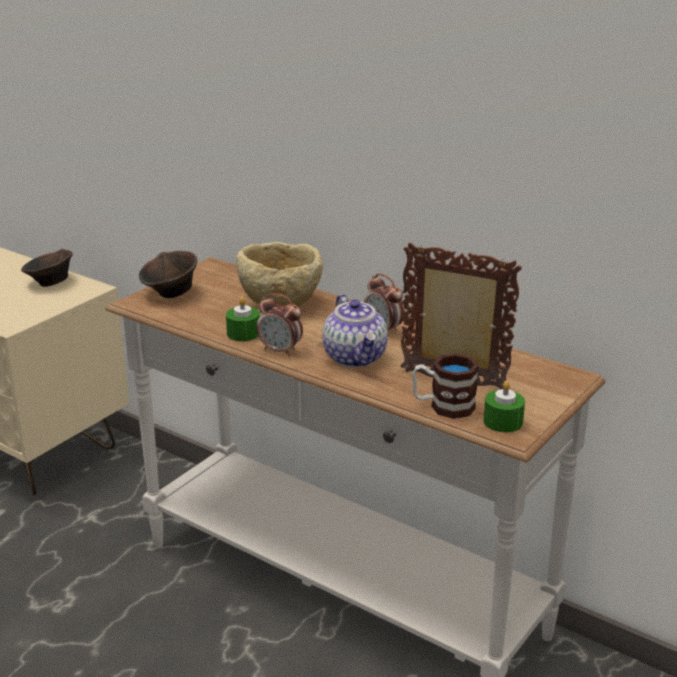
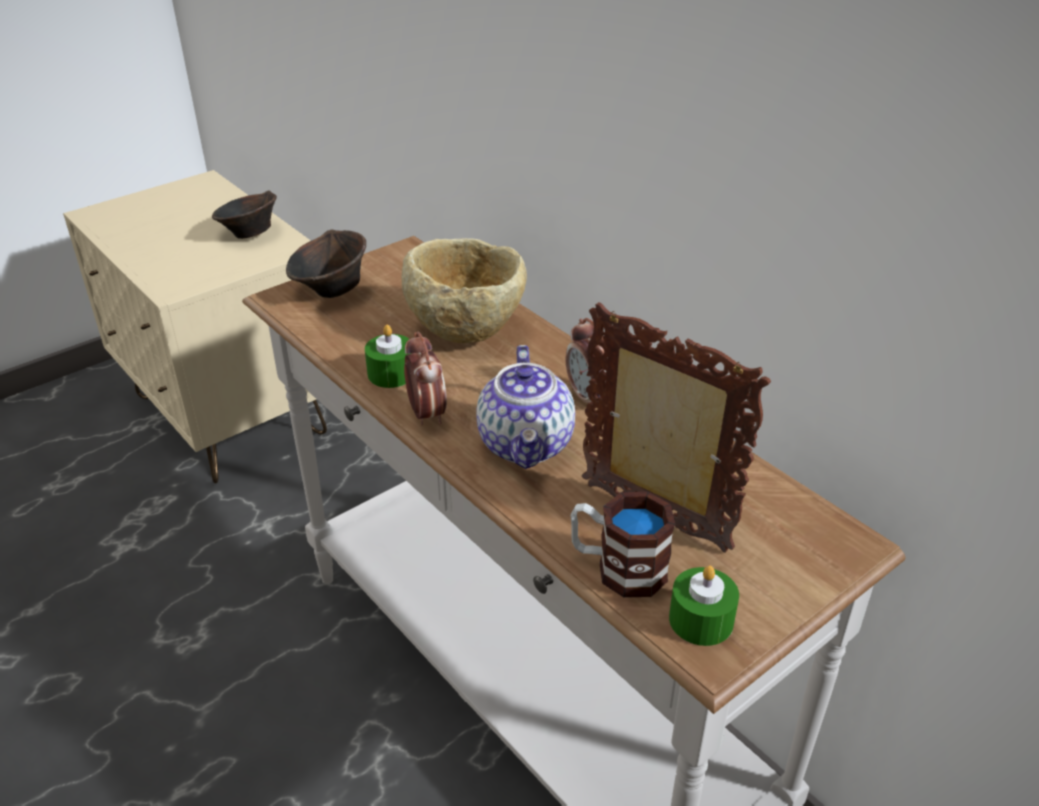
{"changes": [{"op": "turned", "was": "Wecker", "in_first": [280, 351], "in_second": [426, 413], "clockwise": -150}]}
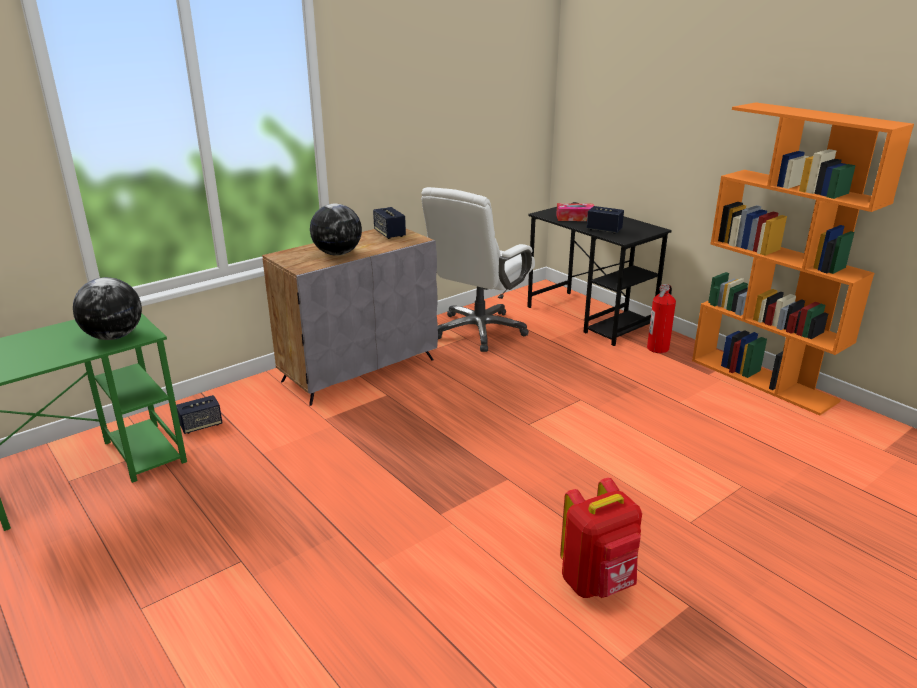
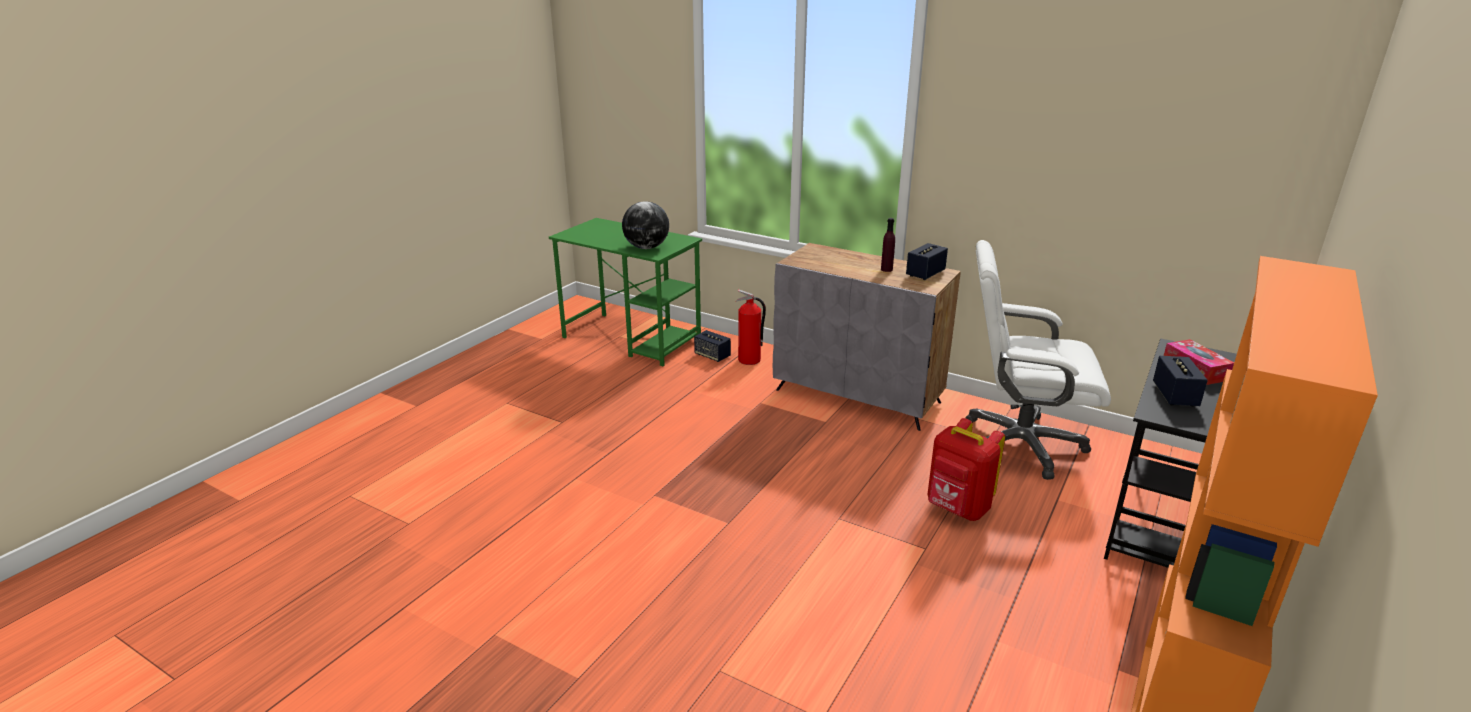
{"changes": [{"op": "removed", "was": "Globus", "in_first": [337, 254]}, {"op": "moved", "was": "Rucksack [rot]", "in_first": [598, 582], "in_second": [957, 509]}, {"op": "moved", "was": "Feuerlöscher", "in_first": [658, 348], "in_second": [749, 360]}, {"op": "added", "now": "Flasche [lila]", "in_second": [886, 269]}]}
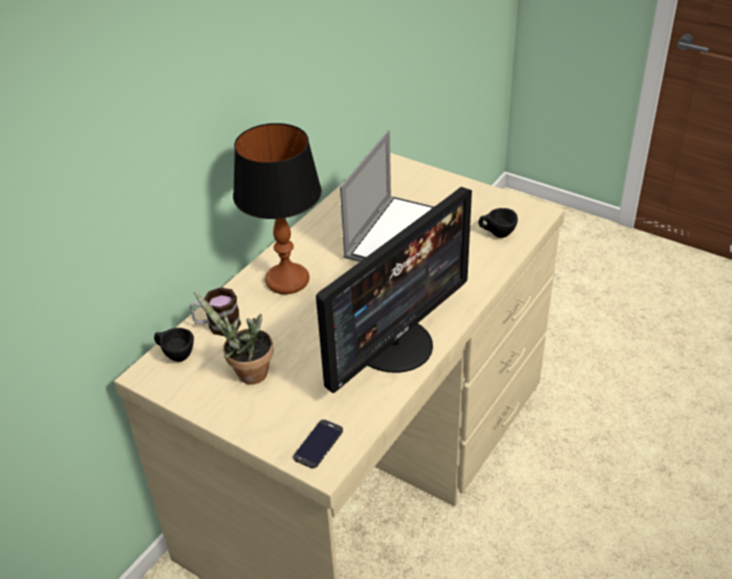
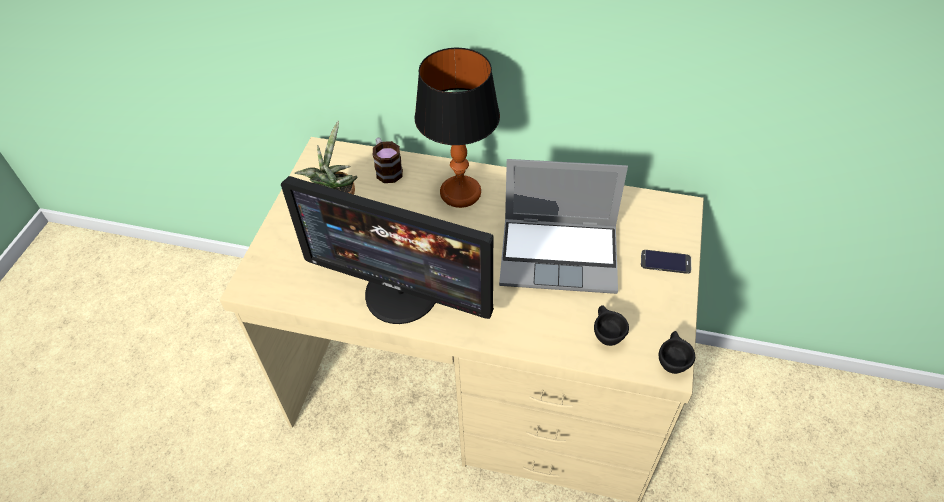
{"changes": [{"op": "moved", "was": "Tasse [schwarz]", "in_first": [175, 356], "in_second": [671, 362]}, {"op": "moved", "was": "Handy", "in_first": [318, 444], "in_second": [665, 262]}]}
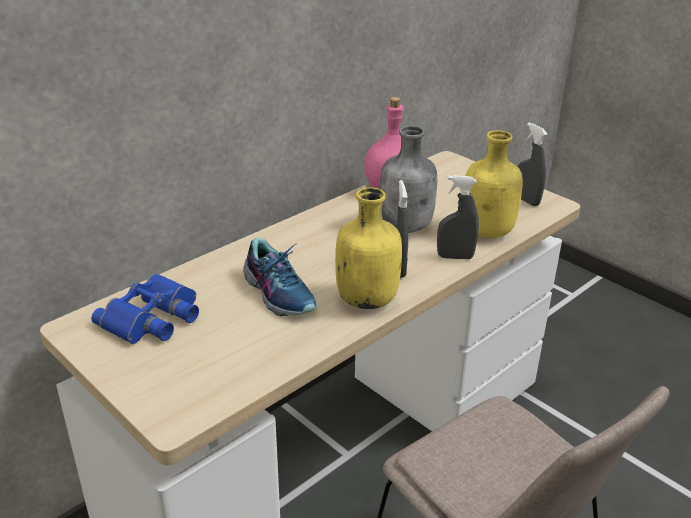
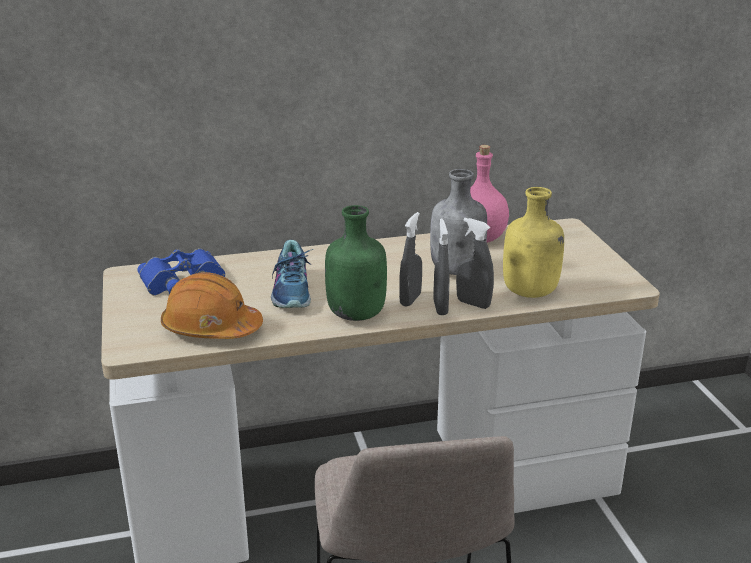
{"changes": [{"op": "recoloured", "was": "Flasche [gelb]", "now": "Flasche [grün]", "in_first": [367, 299], "in_second": [357, 314]}, {"op": "moved", "was": "Sprühflasche [grau]", "in_first": [526, 200], "in_second": [440, 308]}, {"op": "added", "now": "Schutzhelm [orange]", "in_second": [211, 328]}]}
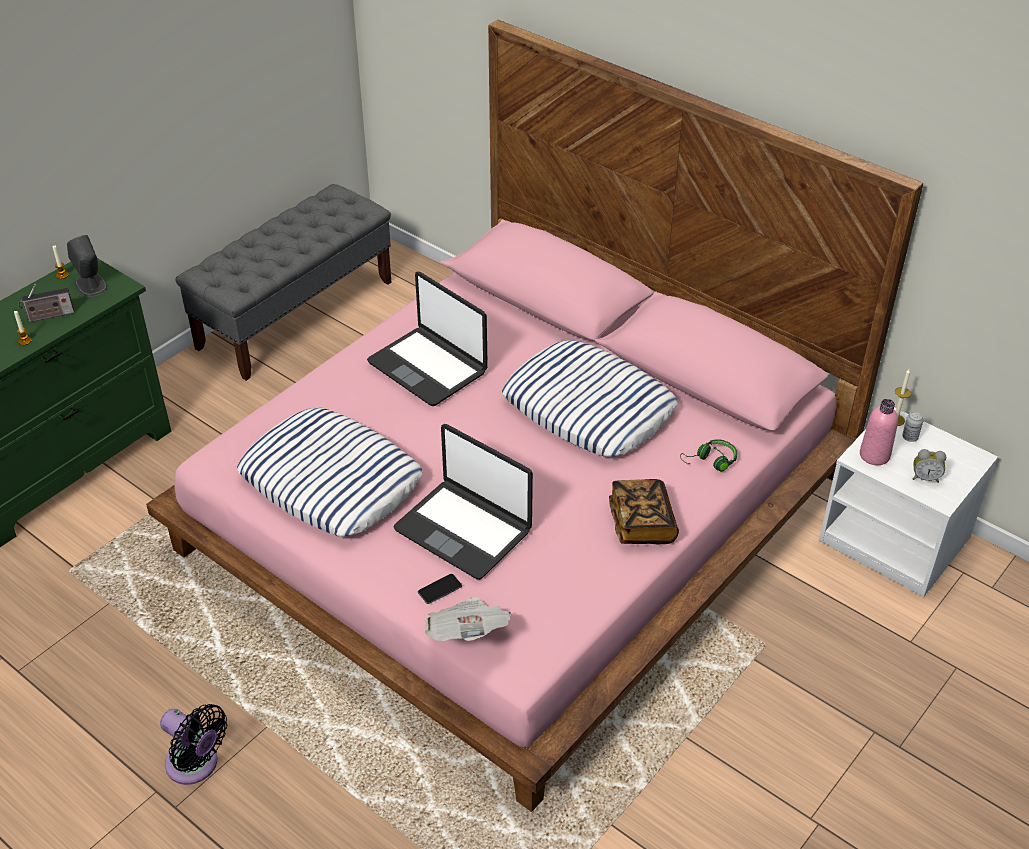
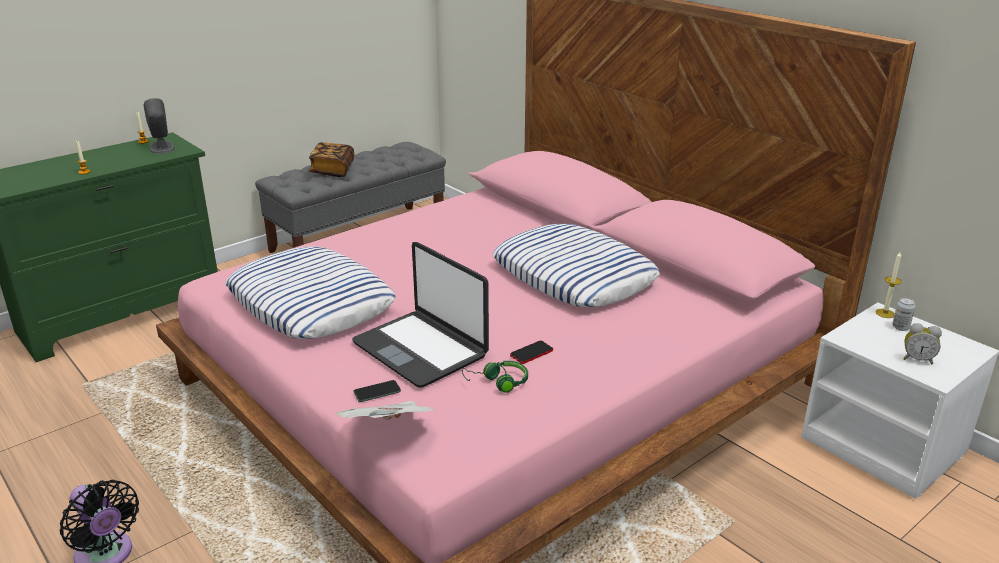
{"changes": [{"op": "removed", "was": "Radio", "in_first": [49, 316]}, {"op": "removed", "was": "Laptop", "in_first": [428, 367]}, {"op": "moved", "was": "Buch", "in_first": [641, 524], "in_second": [332, 170]}, {"op": "moved", "was": "Kopfhörer [grün]", "in_first": [711, 461], "in_second": [498, 382]}, {"op": "removed", "was": "Flasche [rosa]", "in_first": [874, 455]}, {"op": "added", "now": "Handy", "in_second": [531, 353]}]}
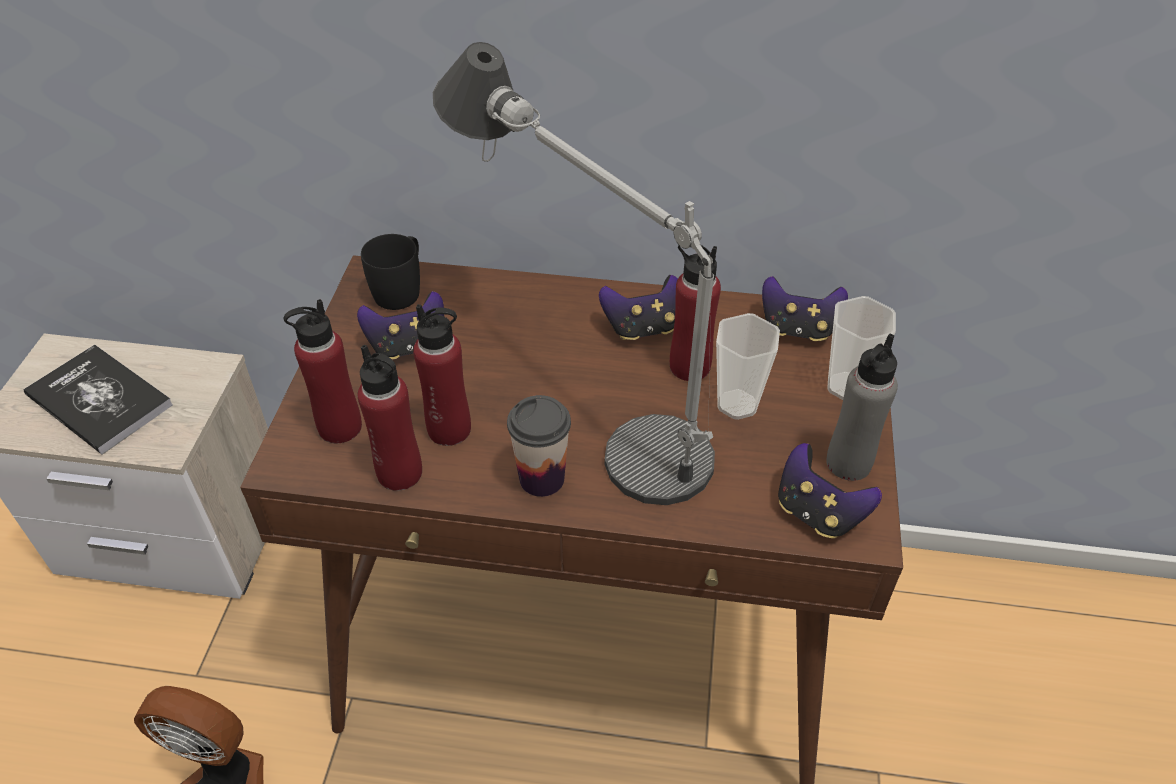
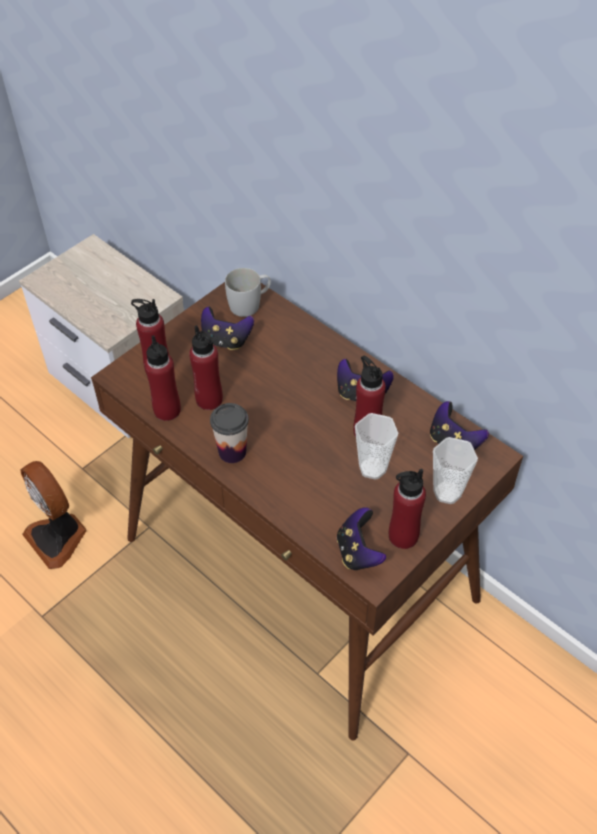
{"changes": [{"op": "removed", "was": "Buch", "in_first": [99, 400]}, {"op": "recoloured", "was": "Henkelbecher [schwarz]", "now": "Henkelbecher [weiß]", "in_first": [402, 289], "in_second": [250, 304]}, {"op": "removed", "was": "Tischlampe", "in_first": [586, 395]}, {"op": "recoloured", "was": "Flasche [grau]", "now": "Flasche [rot]", "in_first": [848, 463], "in_second": [403, 536]}]}
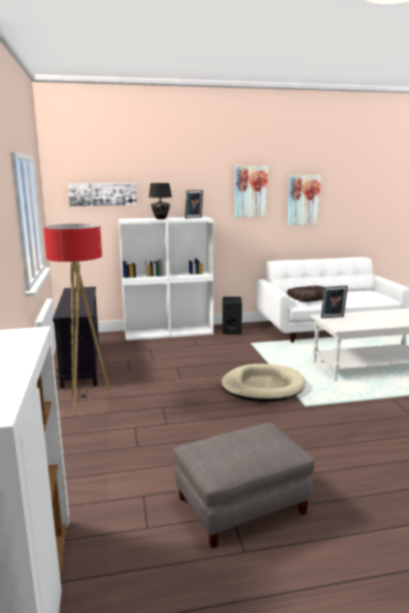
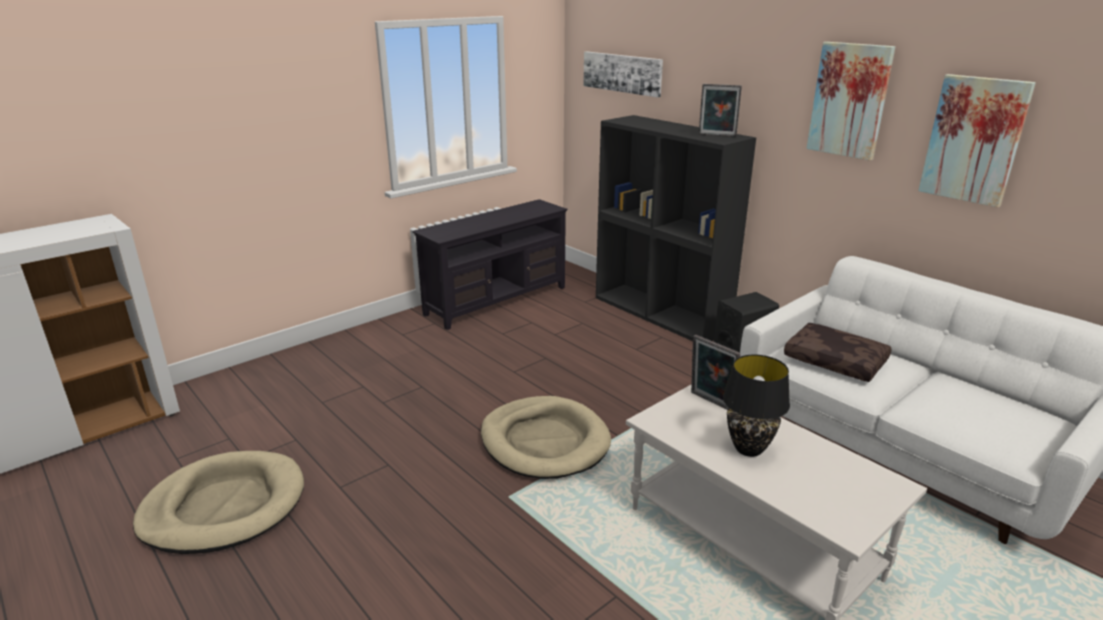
{"changes": [{"op": "removed", "was": "Stehlampe", "in_first": [86, 403]}, {"op": "recoloured", "was": "Bücherregal [weiß]", "now": "Bücherregal [schwarz]", "in_first": [169, 332], "in_second": [662, 313]}, {"op": "moved", "was": "Tischlampe [schwarz]", "in_first": [161, 218], "in_second": [749, 449]}, {"op": "replaced", "was": "Polsterhocker [grau]", "now": "Hundebett [beige]", "in_first": [241, 506], "in_second": [224, 506]}]}
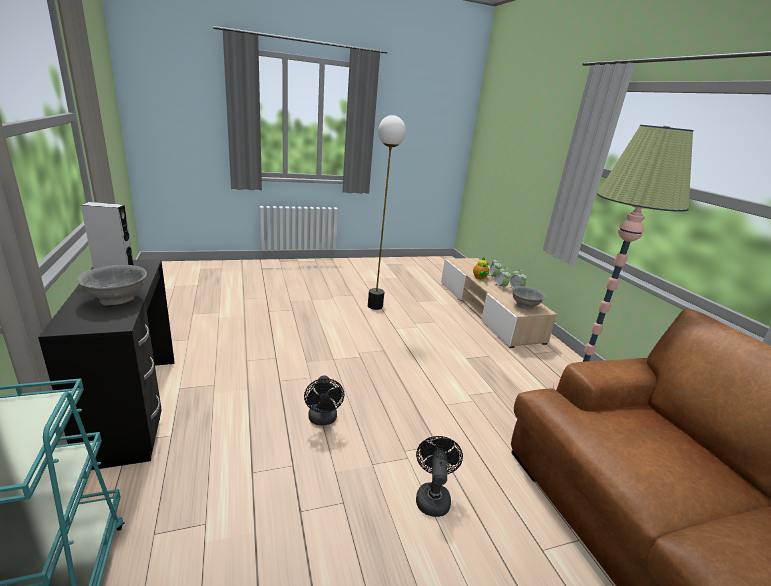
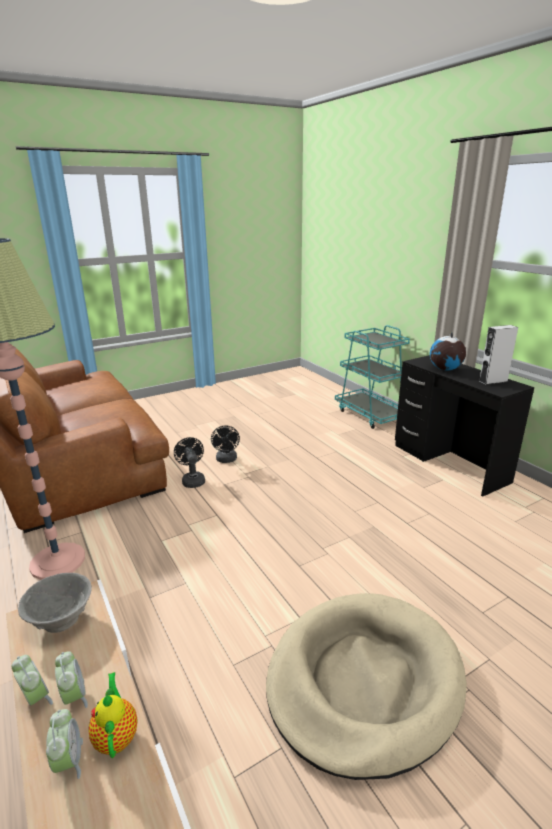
{"changes": [{"op": "replaced", "was": "Schüssel [grau]", "now": "Globus", "in_first": [117, 299], "in_second": [445, 369]}, {"op": "moved", "was": "Ventilator [schwarz]", "in_first": [323, 420], "in_second": [192, 480]}, {"op": "replaced", "was": "Stehlampe", "now": "Hundebett [beige]", "in_first": [375, 306], "in_second": [363, 681]}]}
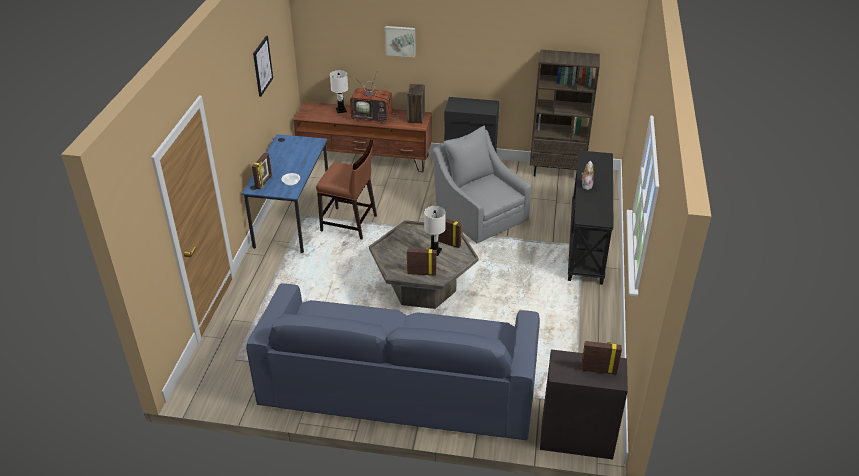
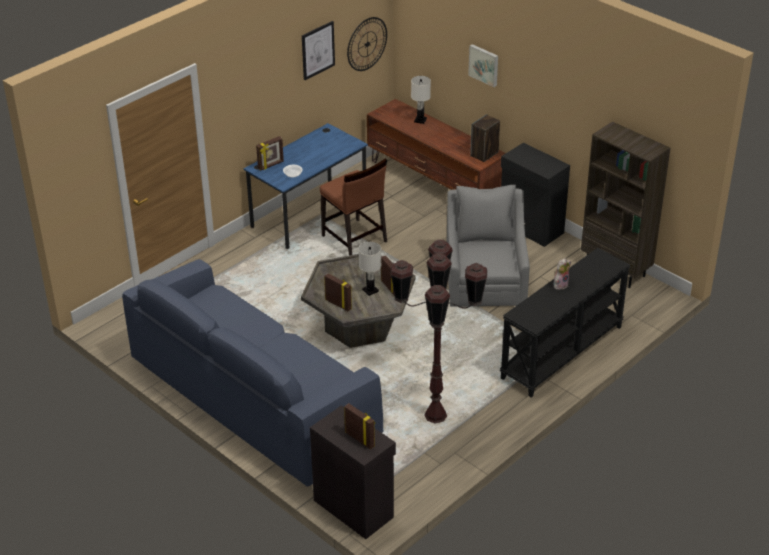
{"changes": [{"op": "removed", "was": "Fernseher", "in_first": [373, 117]}, {"op": "added", "now": "Wanduhr", "in_second": [367, 44]}, {"op": "added", "now": "Stehlampe [braun]", "in_second": [436, 416]}]}
